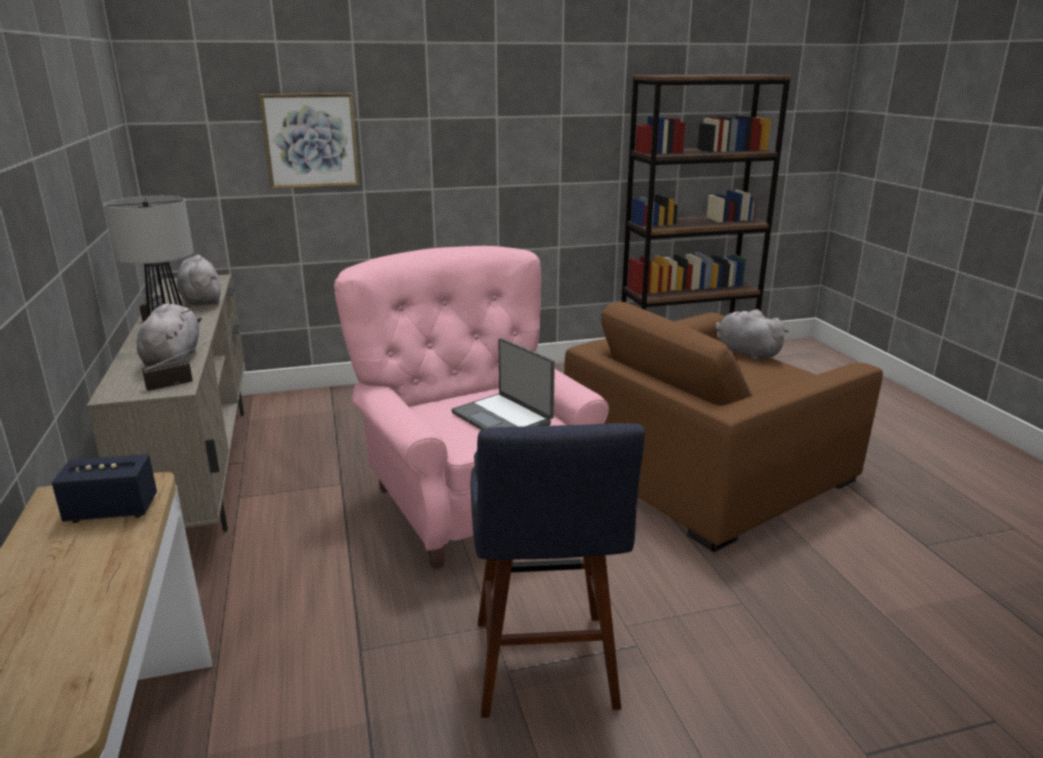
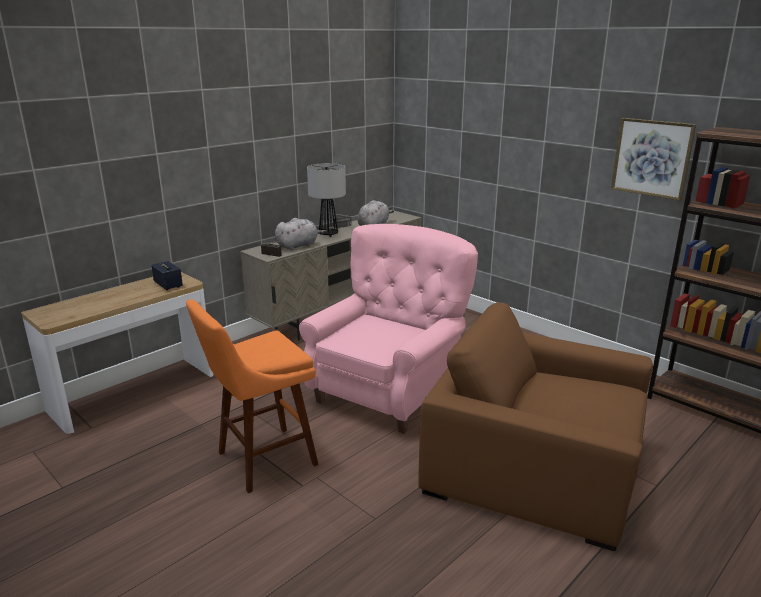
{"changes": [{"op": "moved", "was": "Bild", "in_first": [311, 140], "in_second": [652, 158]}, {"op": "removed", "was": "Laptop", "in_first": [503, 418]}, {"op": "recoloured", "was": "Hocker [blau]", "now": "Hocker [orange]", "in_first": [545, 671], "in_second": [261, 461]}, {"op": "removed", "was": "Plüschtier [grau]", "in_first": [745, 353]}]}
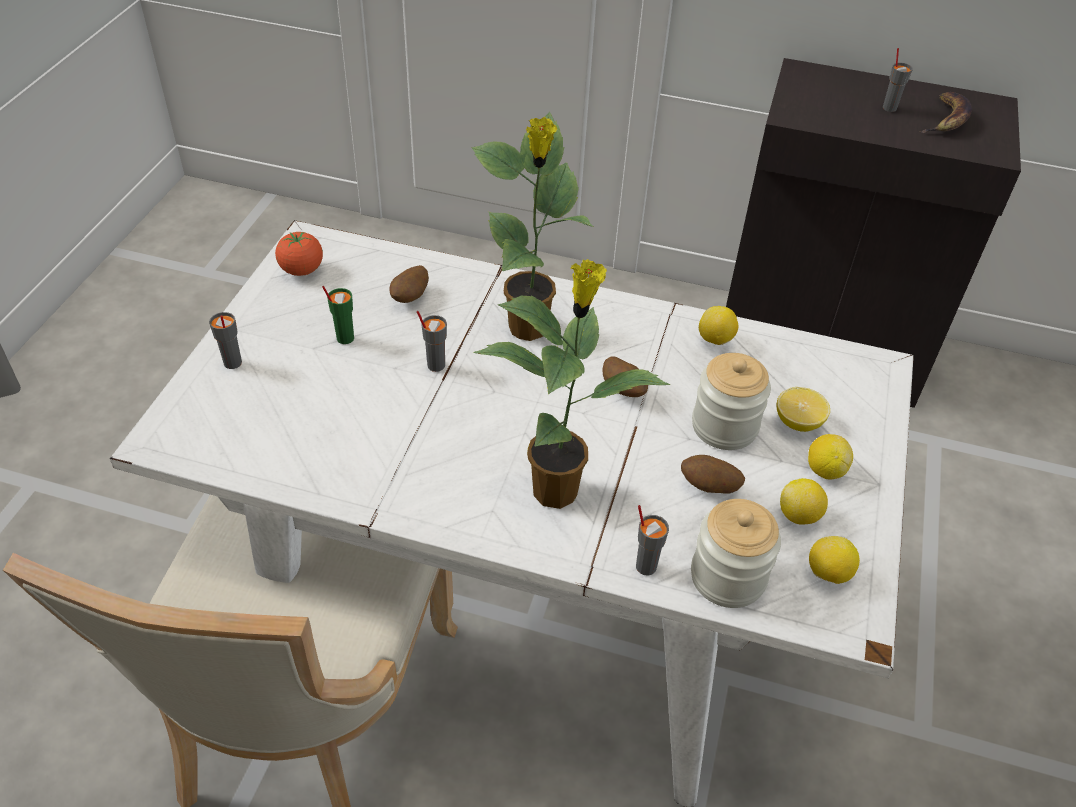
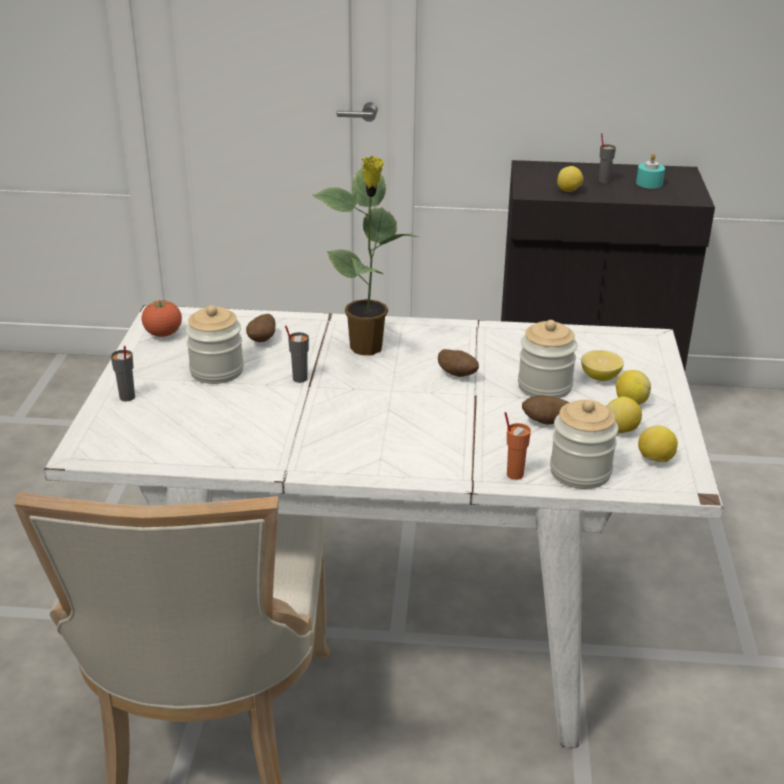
{"changes": [{"op": "replaced", "was": "Tasse [grün]", "now": "Vorratsglas", "in_first": [344, 338], "in_second": [217, 371]}, {"op": "removed", "was": "Topfpflanze", "in_first": [558, 489]}, {"op": "recoloured", "was": "Tasse [grau]", "now": "Tasse [orange]", "in_first": [645, 566], "in_second": [514, 474]}, {"op": "moved", "was": "Zitrone", "in_first": [715, 340], "in_second": [569, 191]}, {"op": "replaced", "was": "Banane", "now": "Kerze [türkis]", "in_first": [946, 119], "in_second": [649, 183]}]}
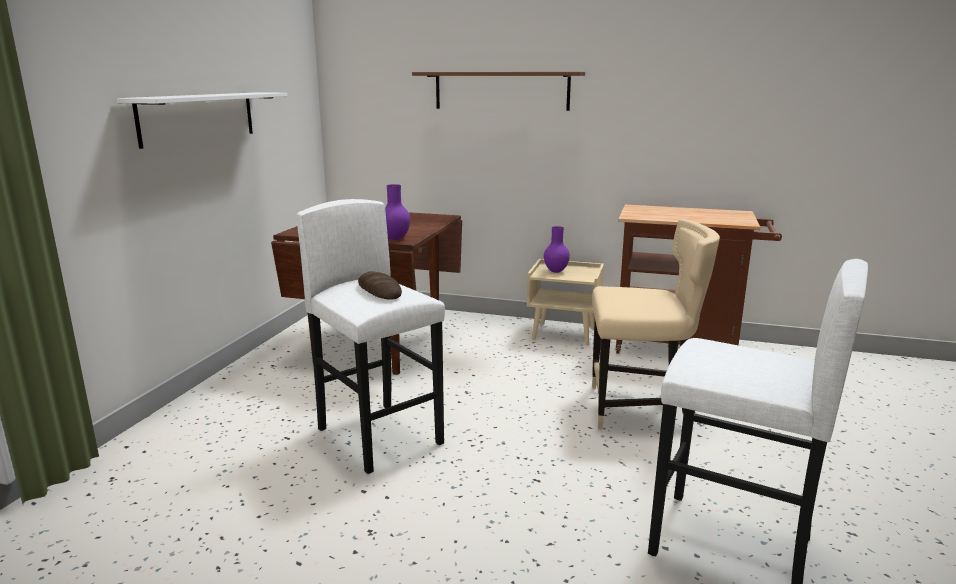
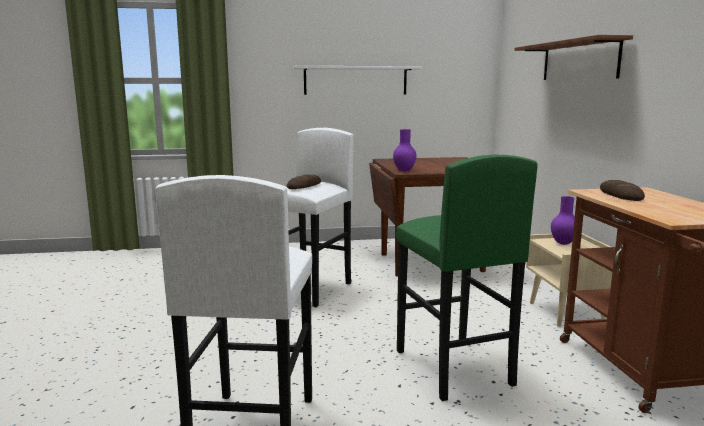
{"changes": [{"op": "replaced", "was": "Stuhl [beige]", "now": "Hocker [grün]", "in_first": [640, 409], "in_second": [452, 368]}, {"op": "added", "now": "Brot", "in_second": [620, 195]}]}
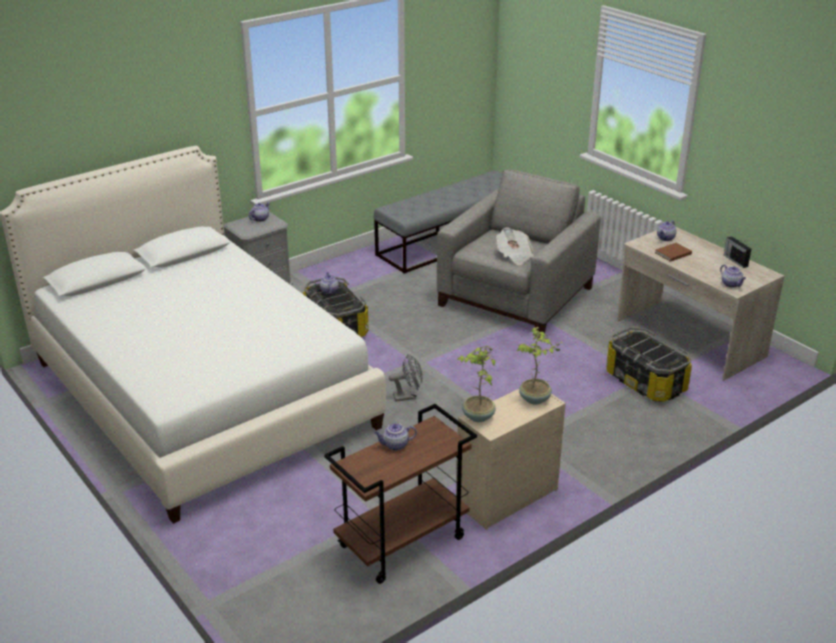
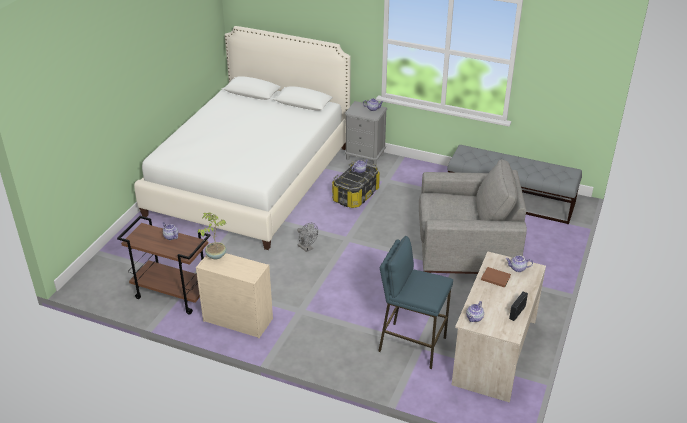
{"changes": [{"op": "removed", "was": "Zeitung", "in_first": [514, 256]}, {"op": "removed", "was": "Topfpflanze", "in_first": [535, 399]}, {"op": "replaced", "was": "Aufbewahrungsbox", "now": "Hocker [blau]", "in_first": [645, 382], "in_second": [412, 344]}]}
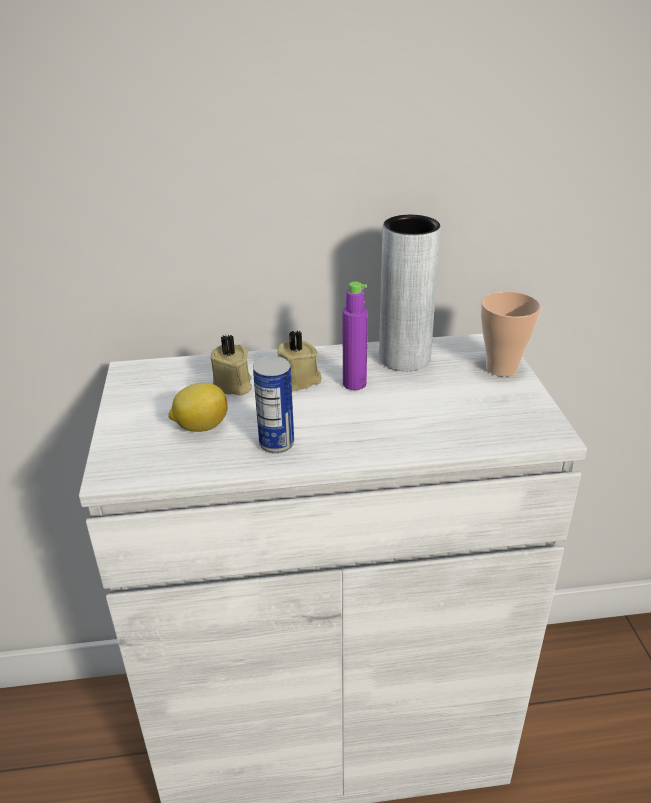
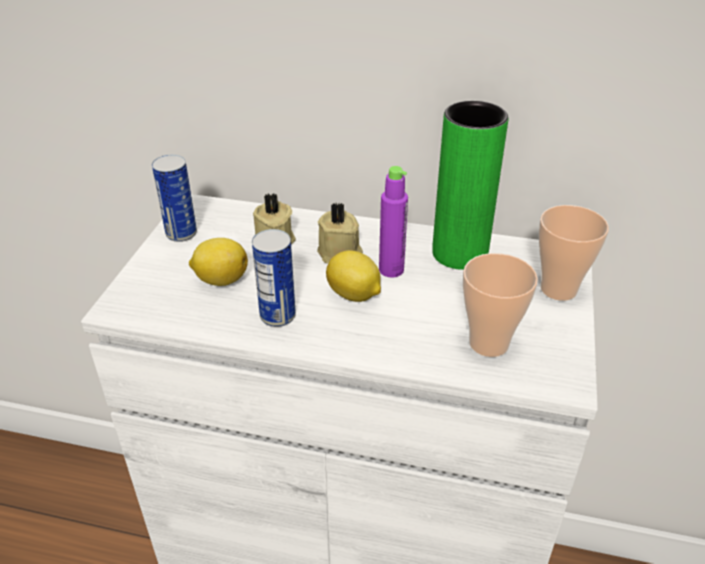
{"changes": [{"op": "recoloured", "was": "Vase [grau]", "now": "Vase [grün]", "in_first": [404, 358], "in_second": [459, 253]}, {"op": "added", "now": "Dose", "in_second": [181, 233]}, {"op": "added", "now": "Zitrone", "in_second": [354, 295]}, {"op": "added", "now": "Tasse", "in_second": [488, 343]}]}
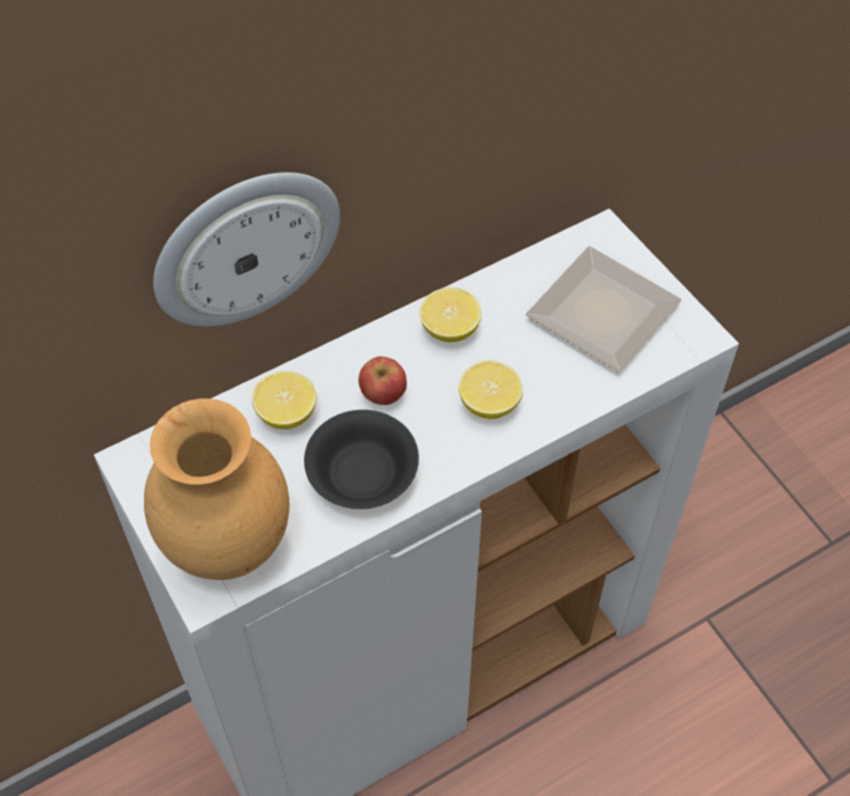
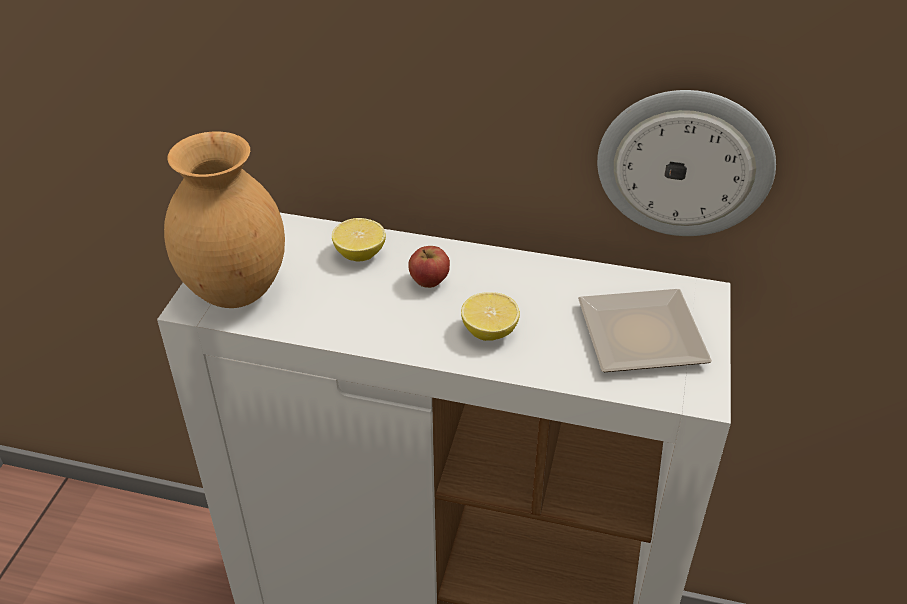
{"changes": [{"op": "moved", "was": "Wanduhr", "in_first": [245, 246], "in_second": [685, 163]}, {"op": "removed", "was": "Schüssel [schwarz]", "in_first": [364, 473]}, {"op": "removed", "was": "Zitrone", "in_first": [450, 329]}]}
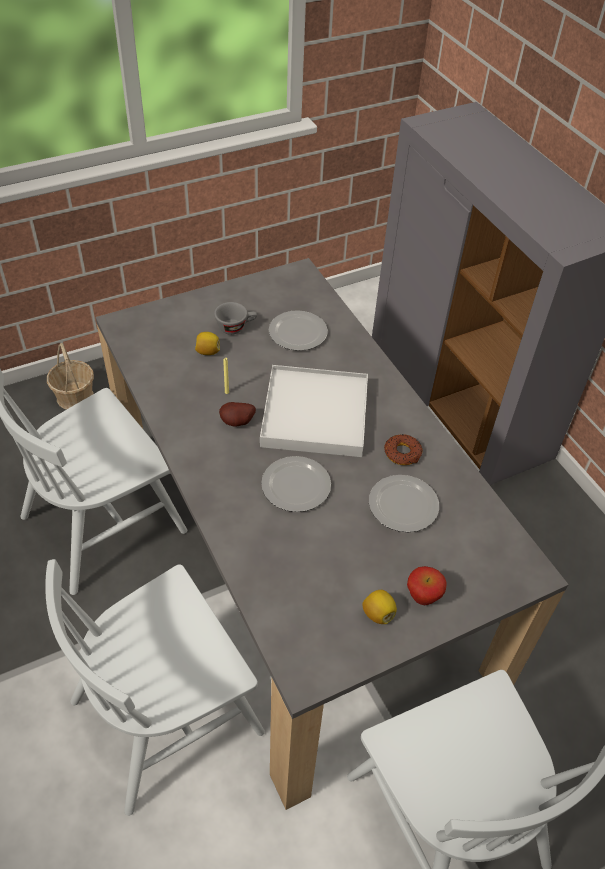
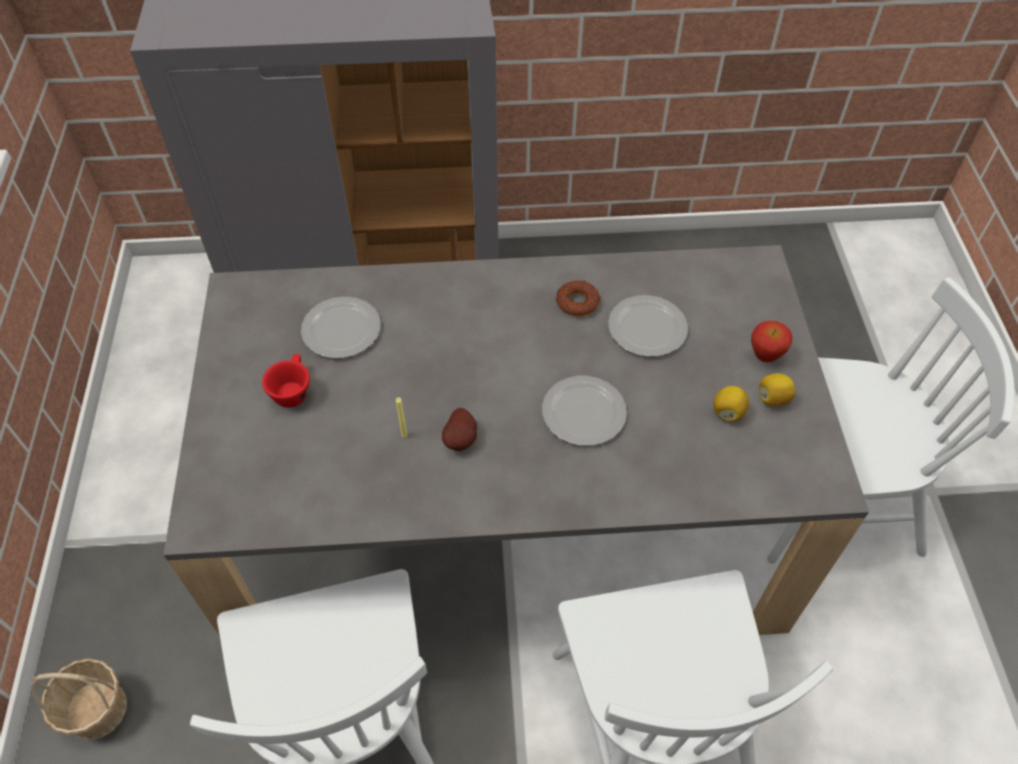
{"changes": [{"op": "moved", "was": "Zitrone", "in_first": [207, 352], "in_second": [728, 412]}, {"op": "recoloured", "was": "Tasse [grau]", "now": "Tasse [rot]", "in_first": [236, 327], "in_second": [292, 390]}, {"op": "removed", "was": "Tablett [weiß]", "in_first": [315, 415]}]}
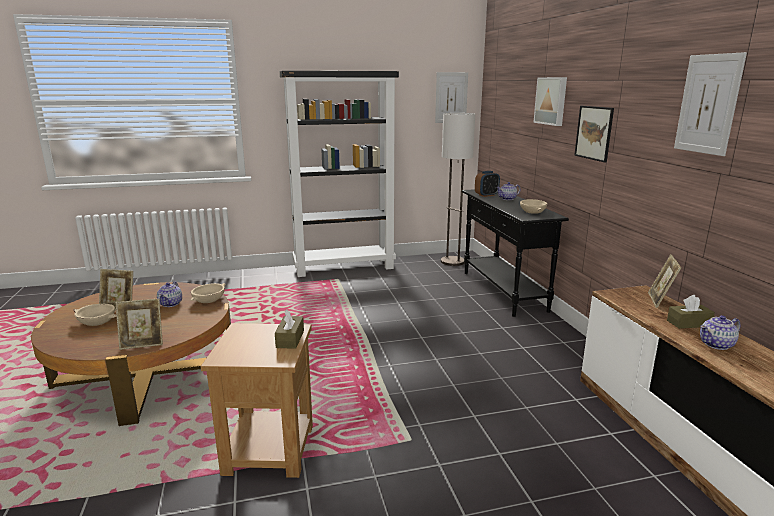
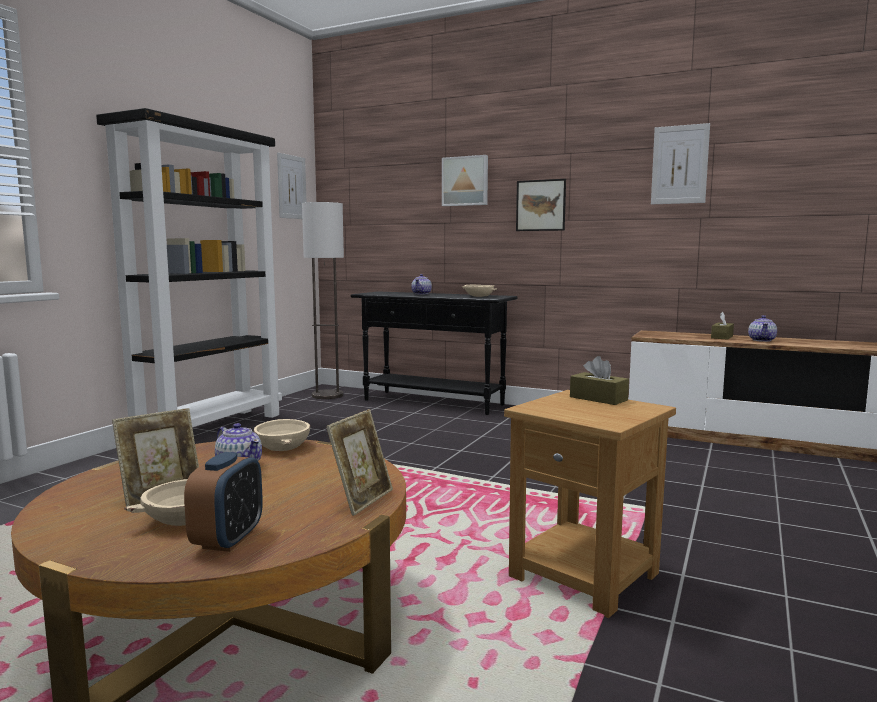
{"changes": [{"op": "moved", "was": "Wecker", "in_first": [486, 195], "in_second": [228, 540]}, {"op": "removed", "was": "Bilderrahmen", "in_first": [660, 301]}]}
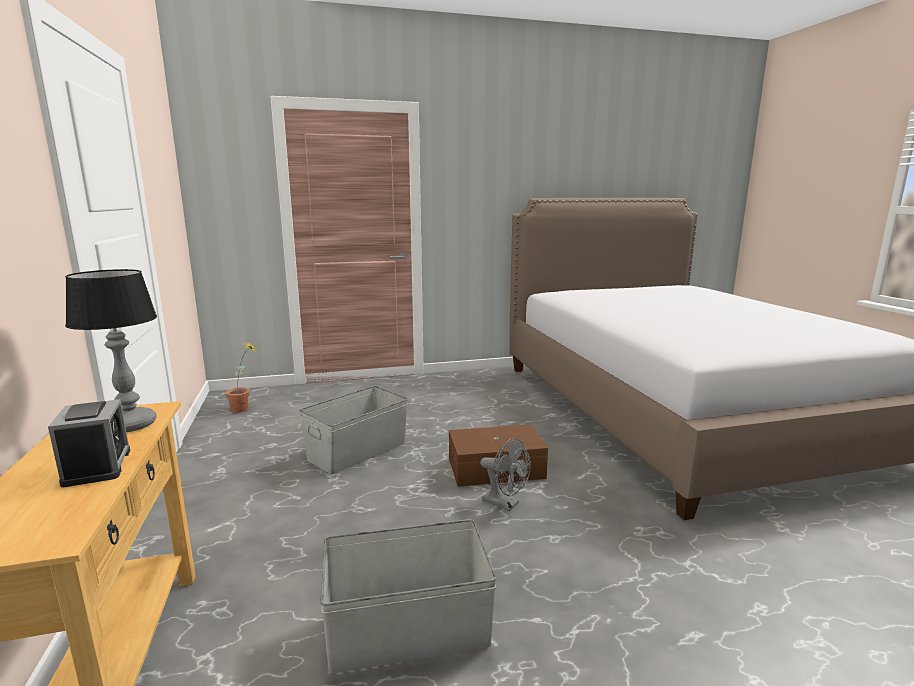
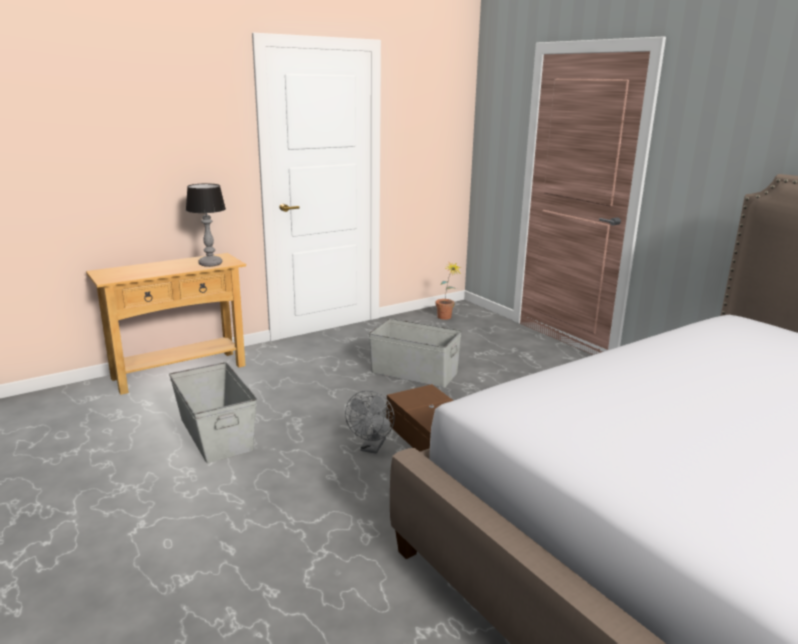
{"changes": [{"op": "removed", "was": "Wecker", "in_first": [97, 467]}]}
